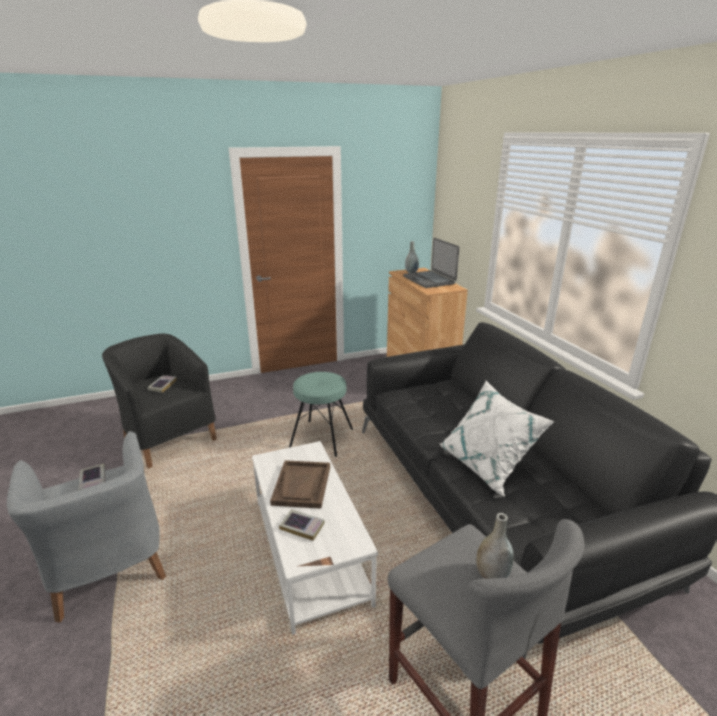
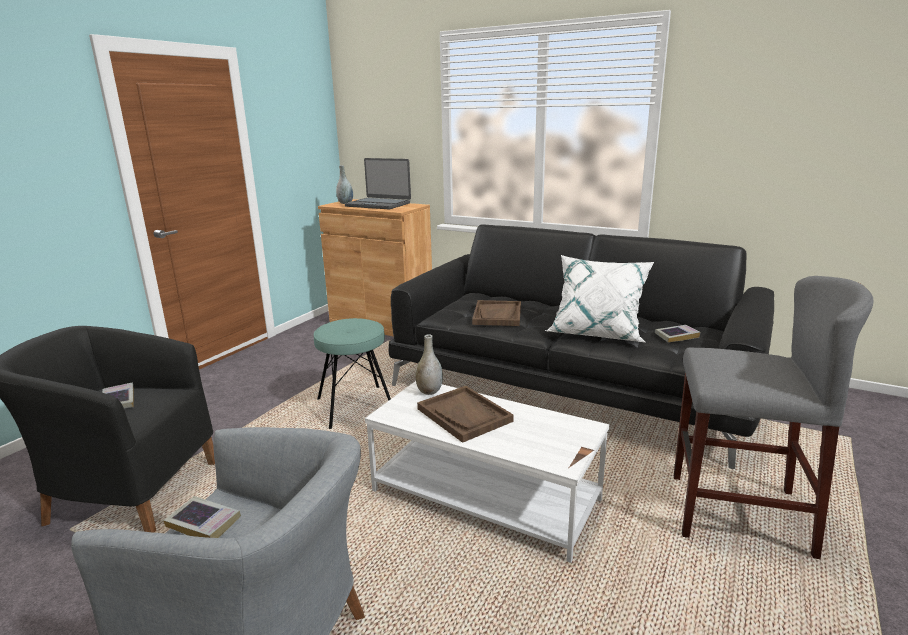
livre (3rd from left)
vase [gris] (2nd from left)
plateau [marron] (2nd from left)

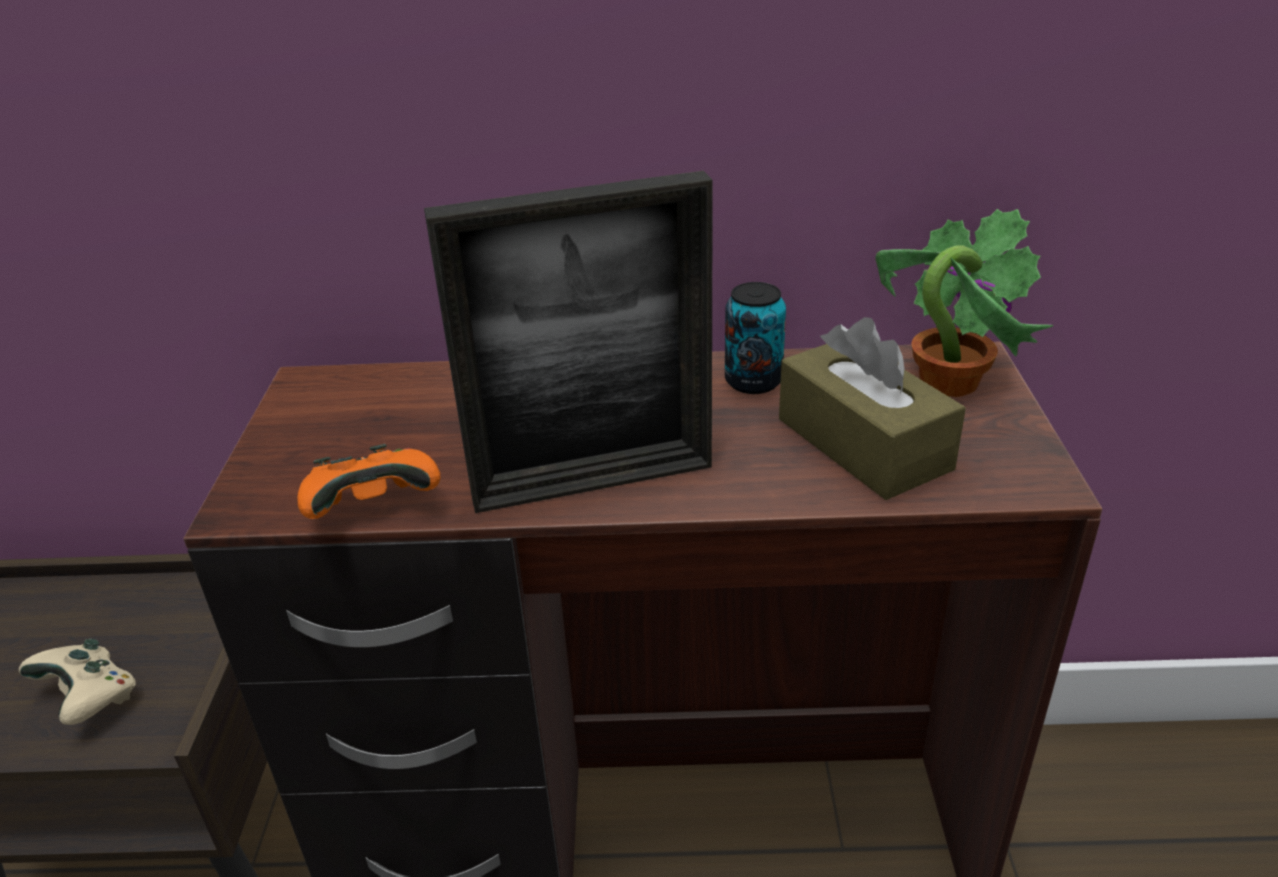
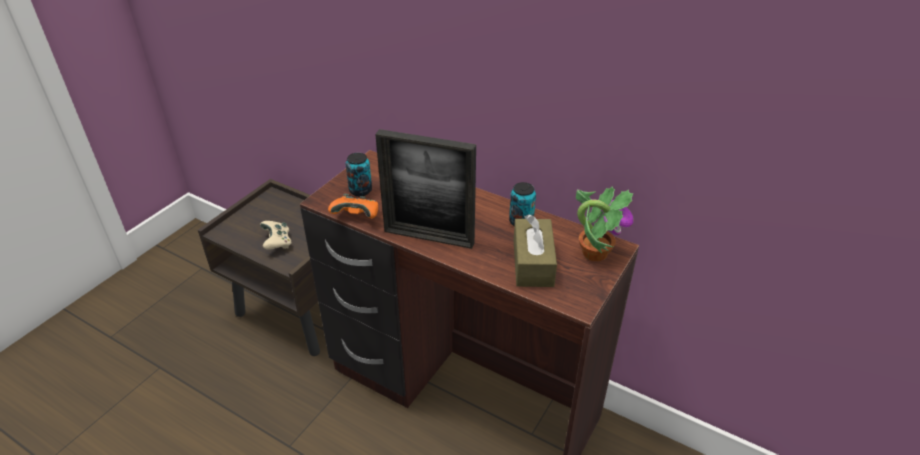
boîte métallique (1st from left)

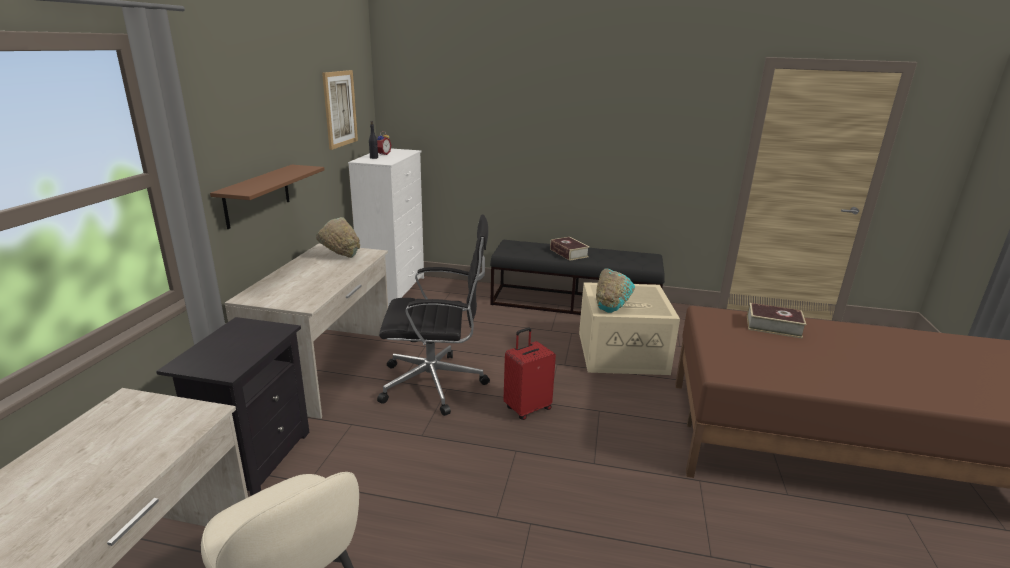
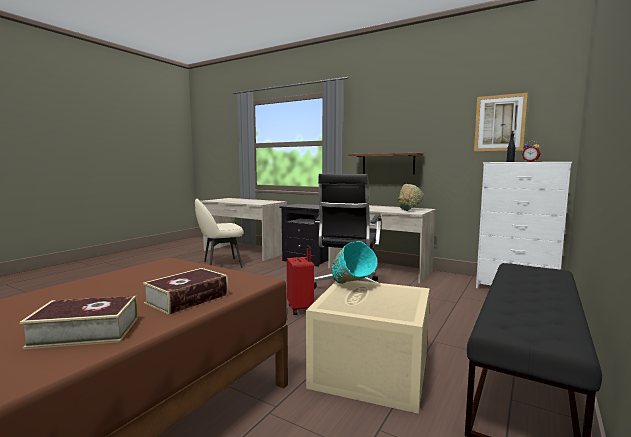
livre (1st from left)

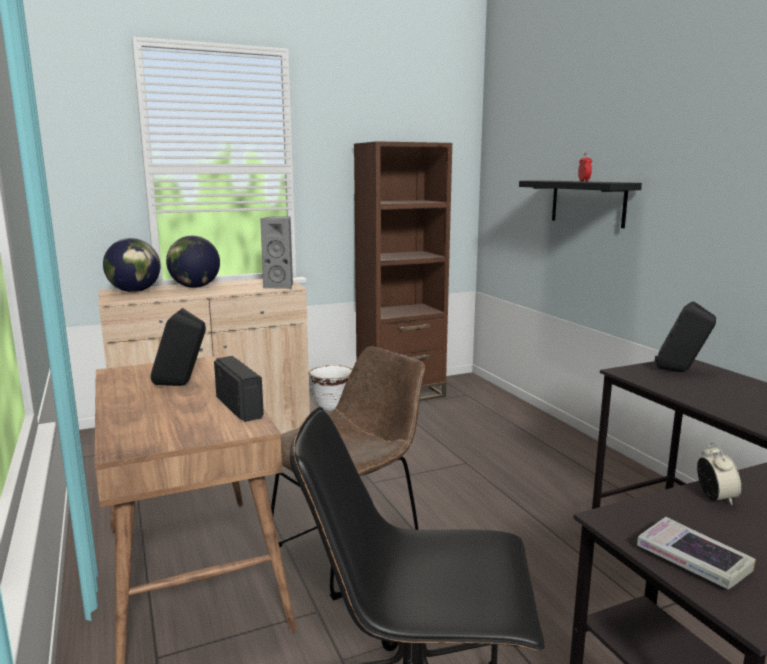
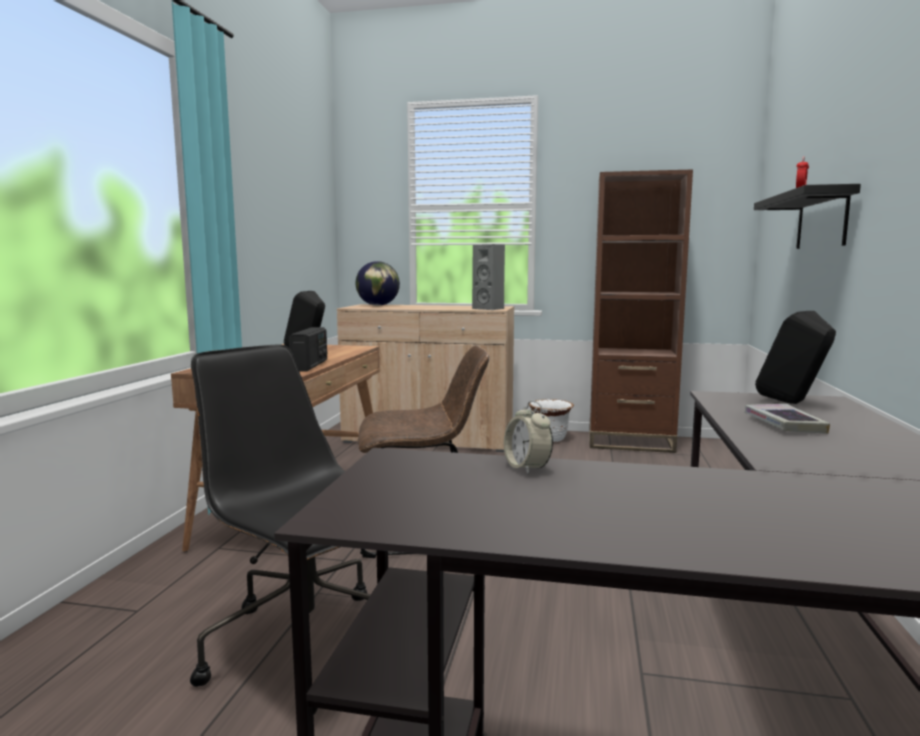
globe (2nd from left in the first image)
réveil (1st from left)
livre

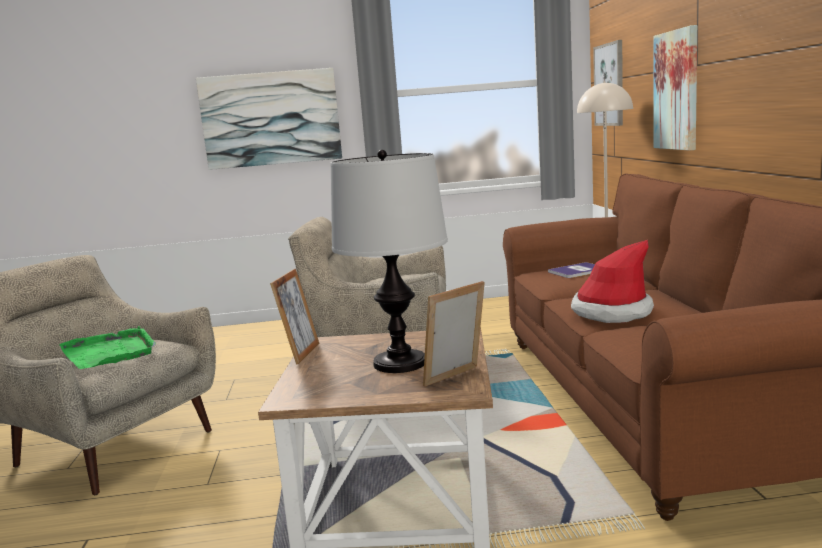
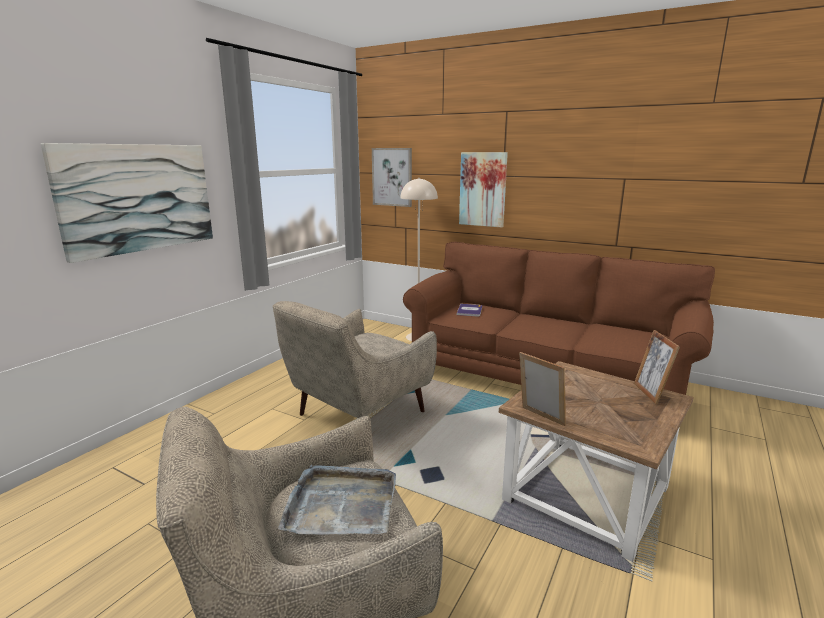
lampe de table
chapeau
plateau [gris]

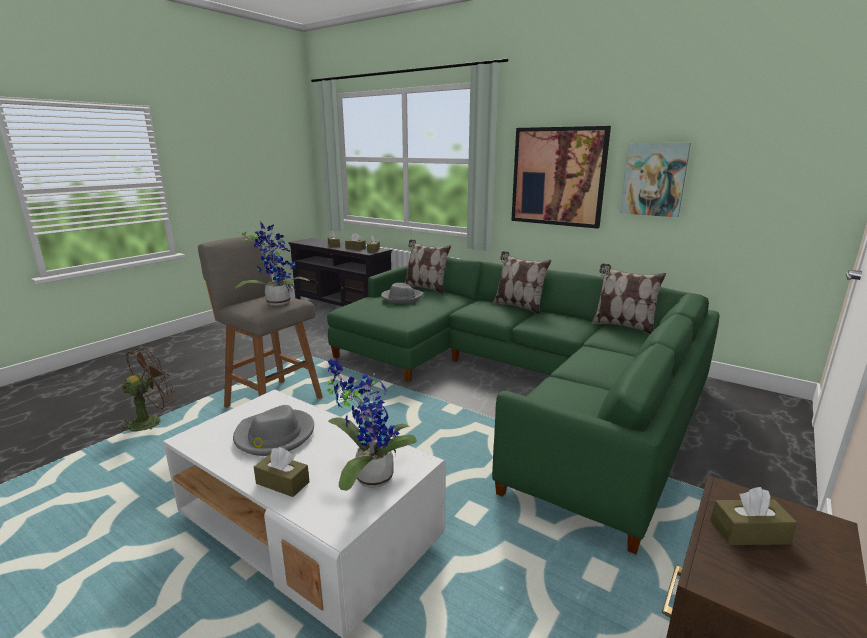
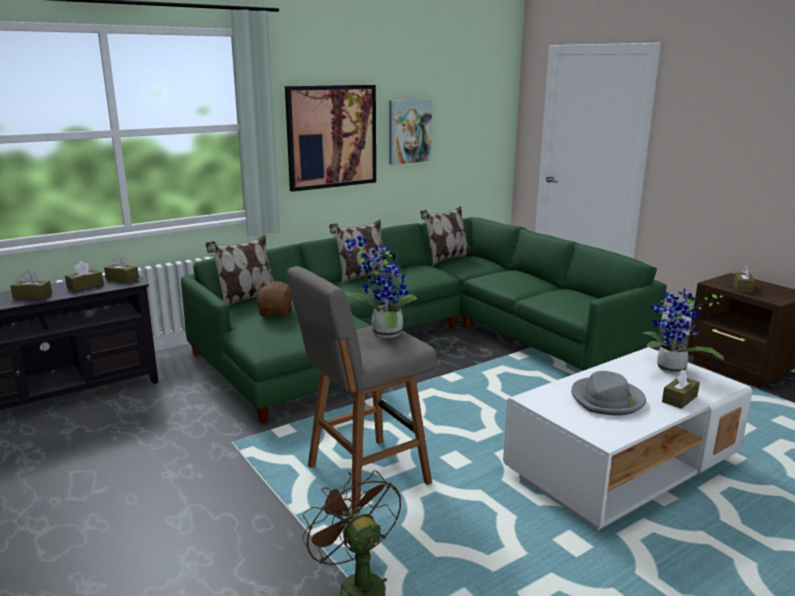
peluche [marron]

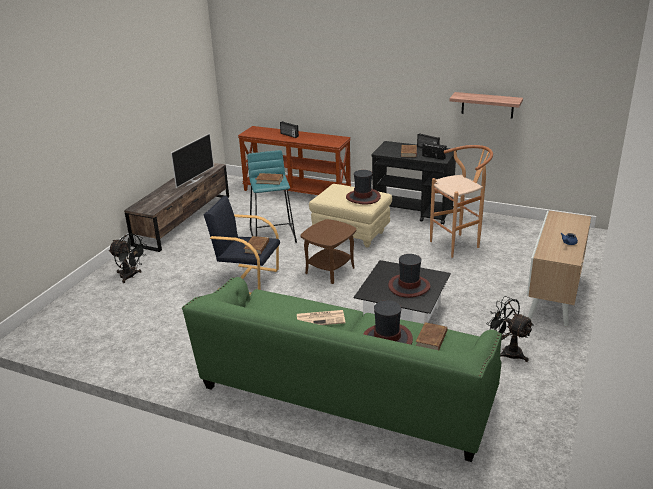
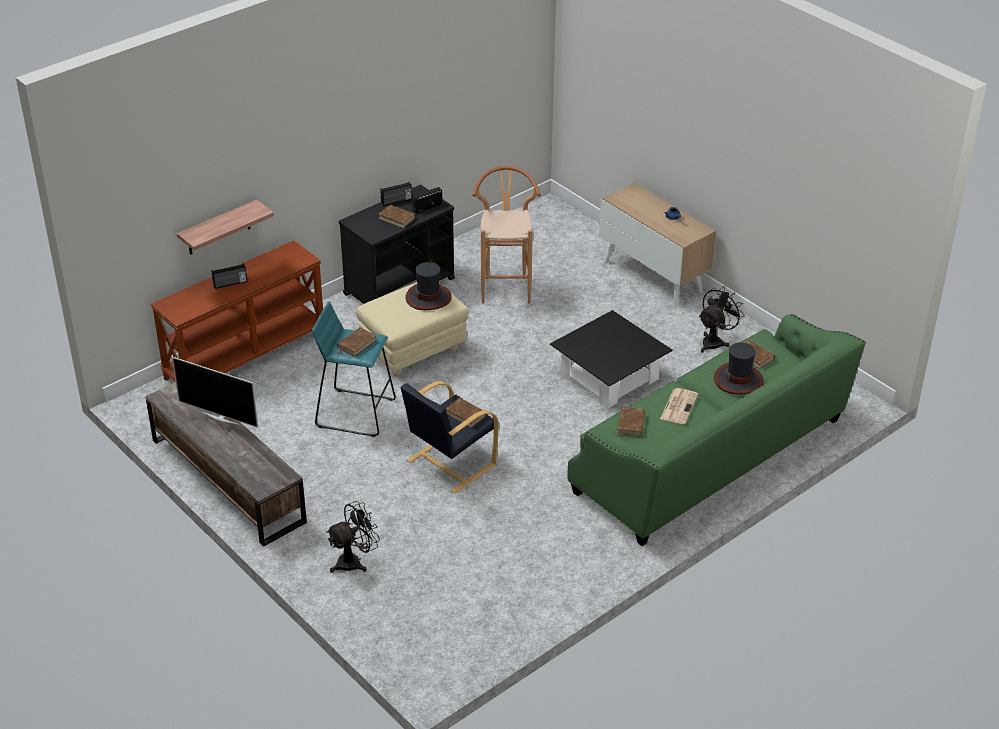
étagère
téléviseur
table d'appoint [marron]
chapeau (3rd from left in the first image)
ventilateur [noir] (2nd from left)
livre [marron] (4th from left)

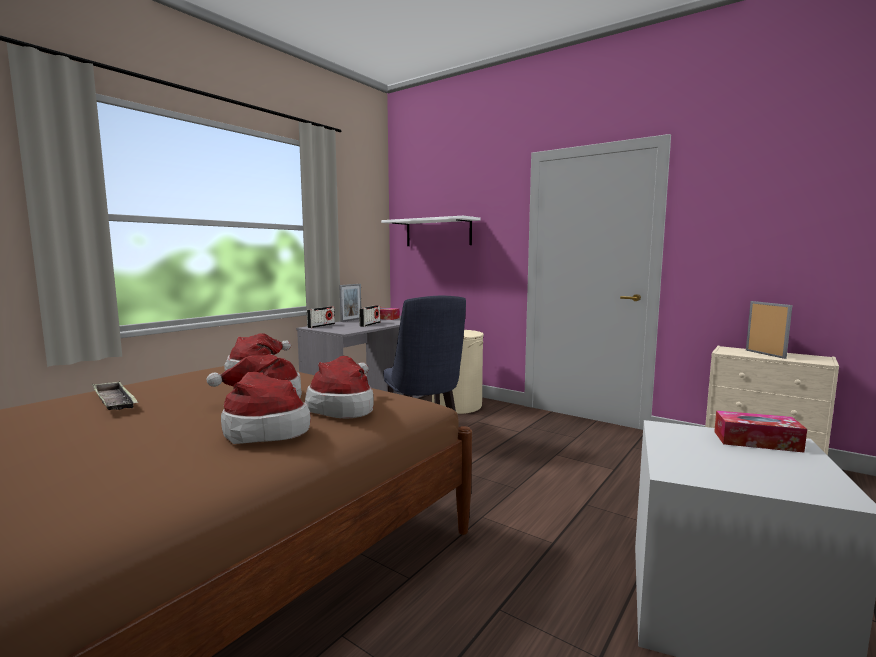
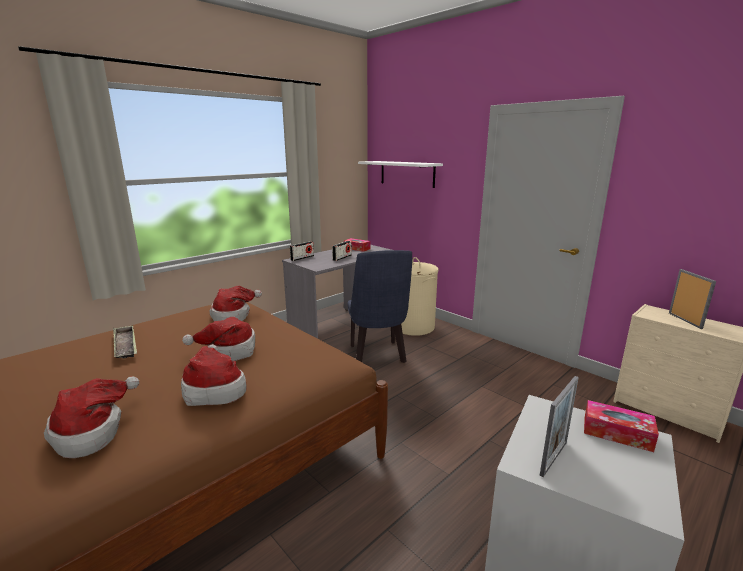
cadre photo (1st from left)
chapeau (1st from left)

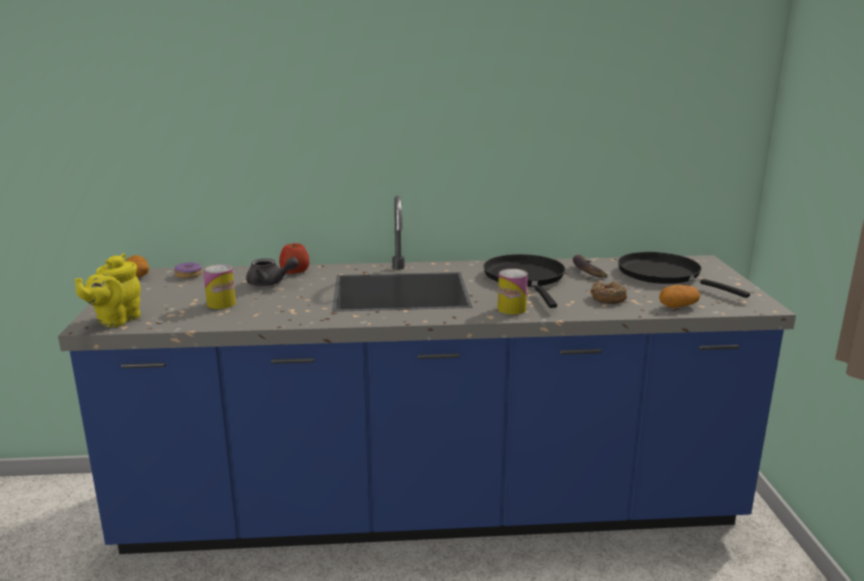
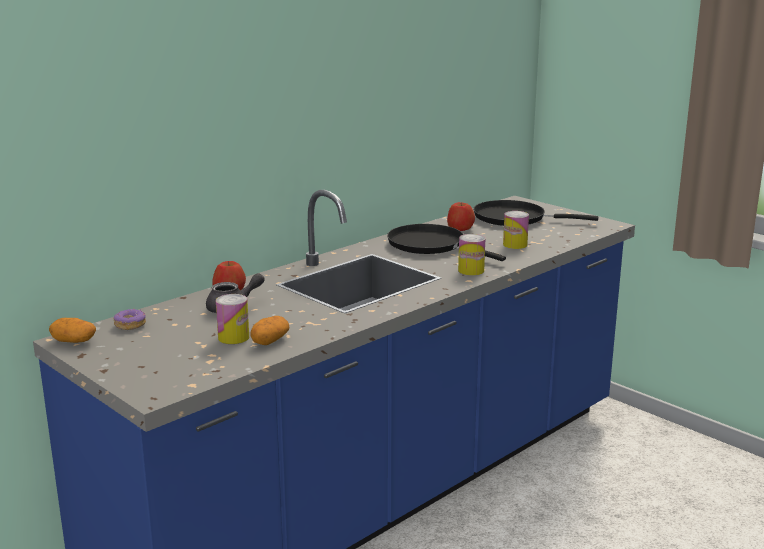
théière [jaune]
pomme (2nd from left)
boîte métallique (3rd from left)
pomme de terre (2nd from left)

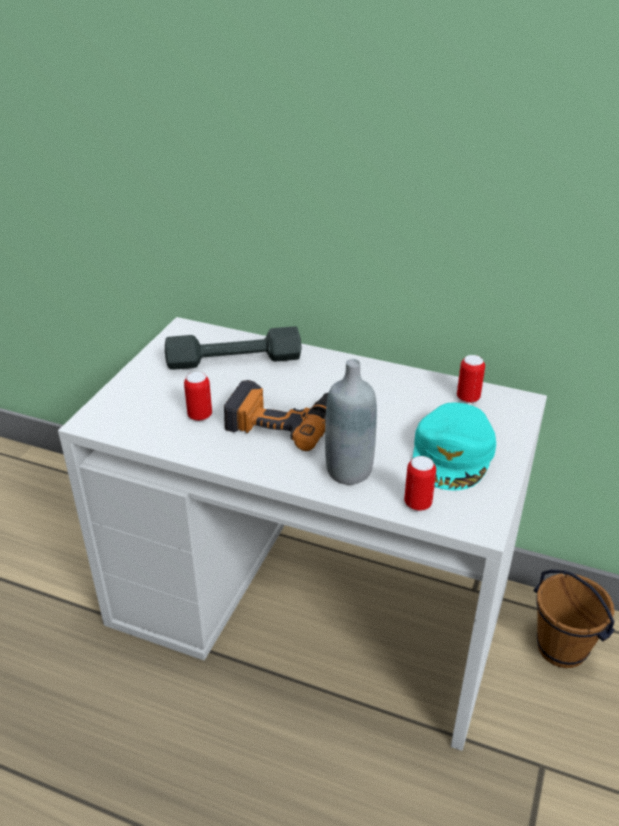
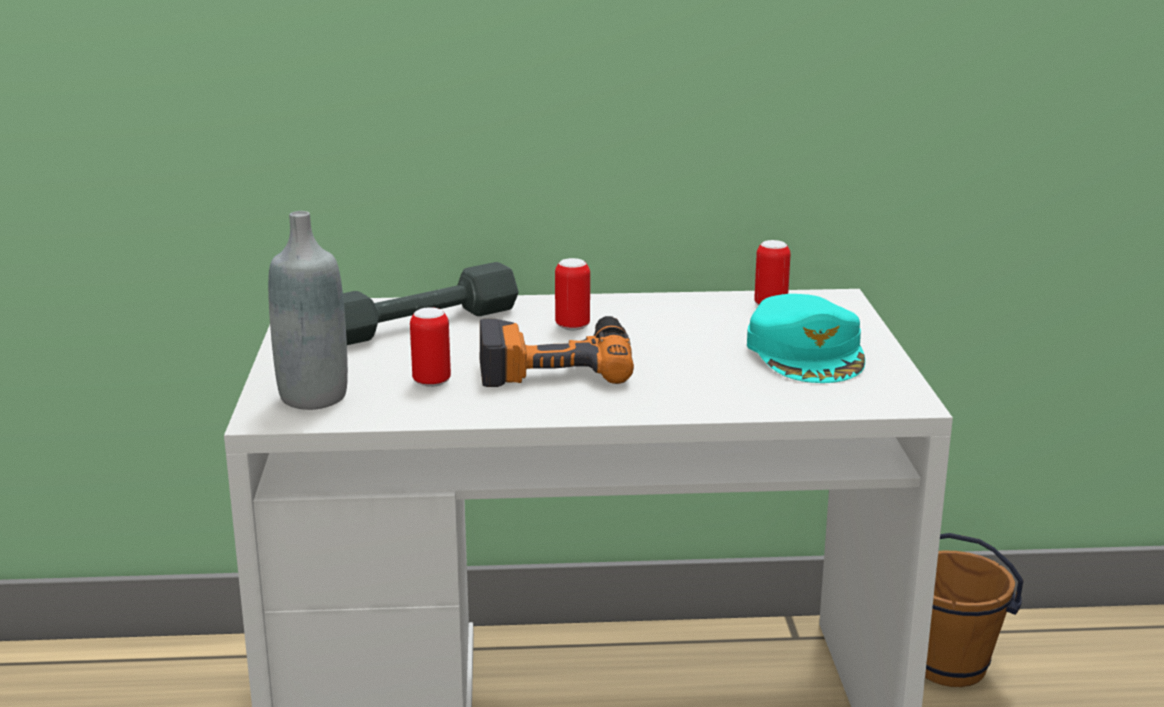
bouteille [gris]
boîte métallique (2nd from left)

